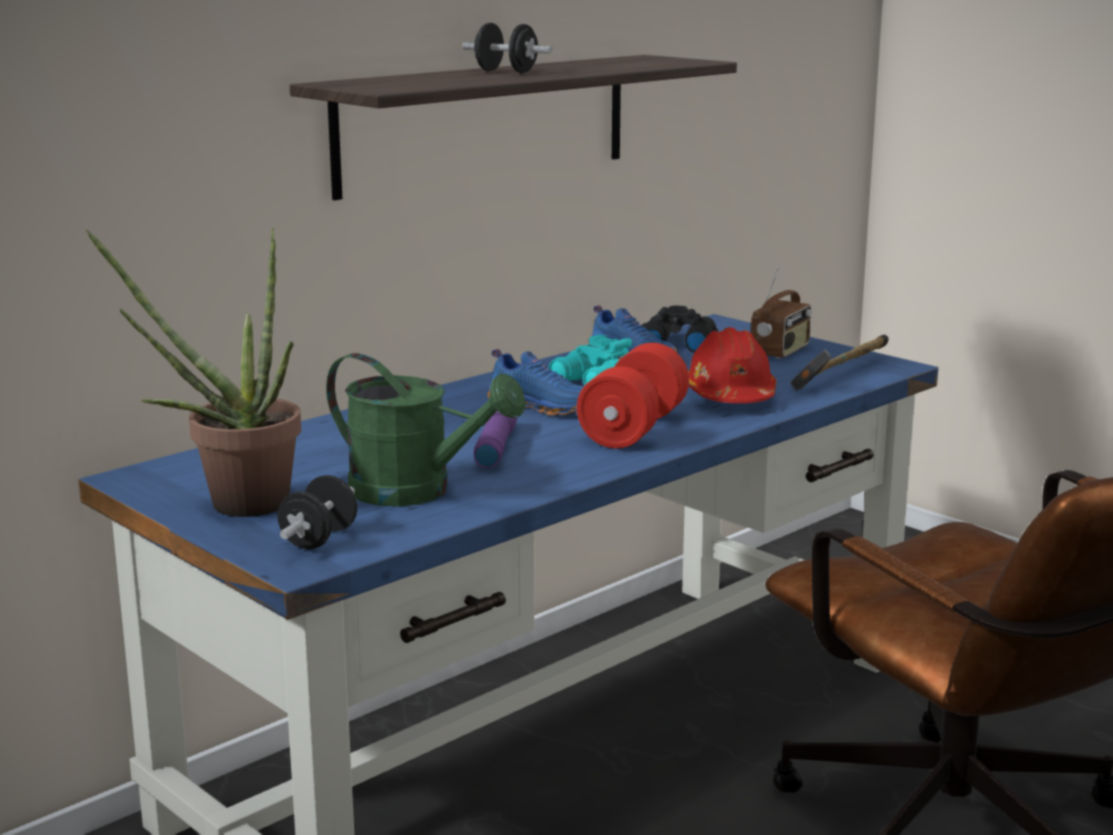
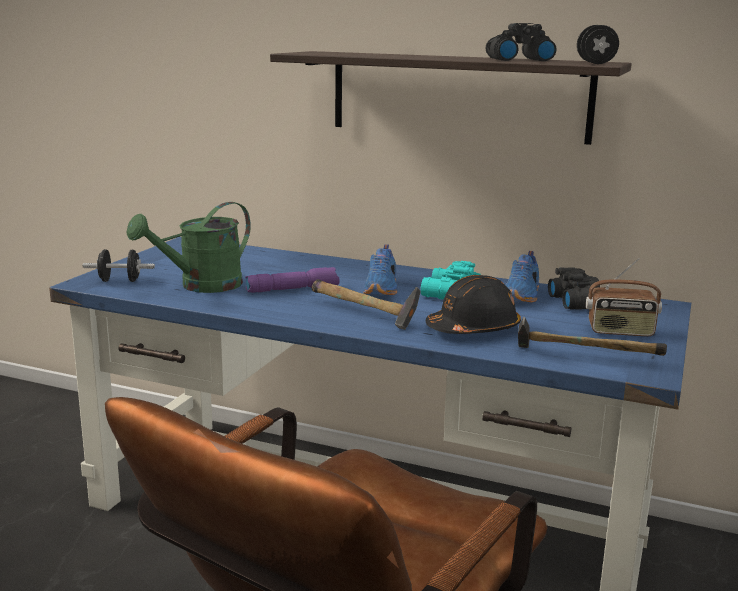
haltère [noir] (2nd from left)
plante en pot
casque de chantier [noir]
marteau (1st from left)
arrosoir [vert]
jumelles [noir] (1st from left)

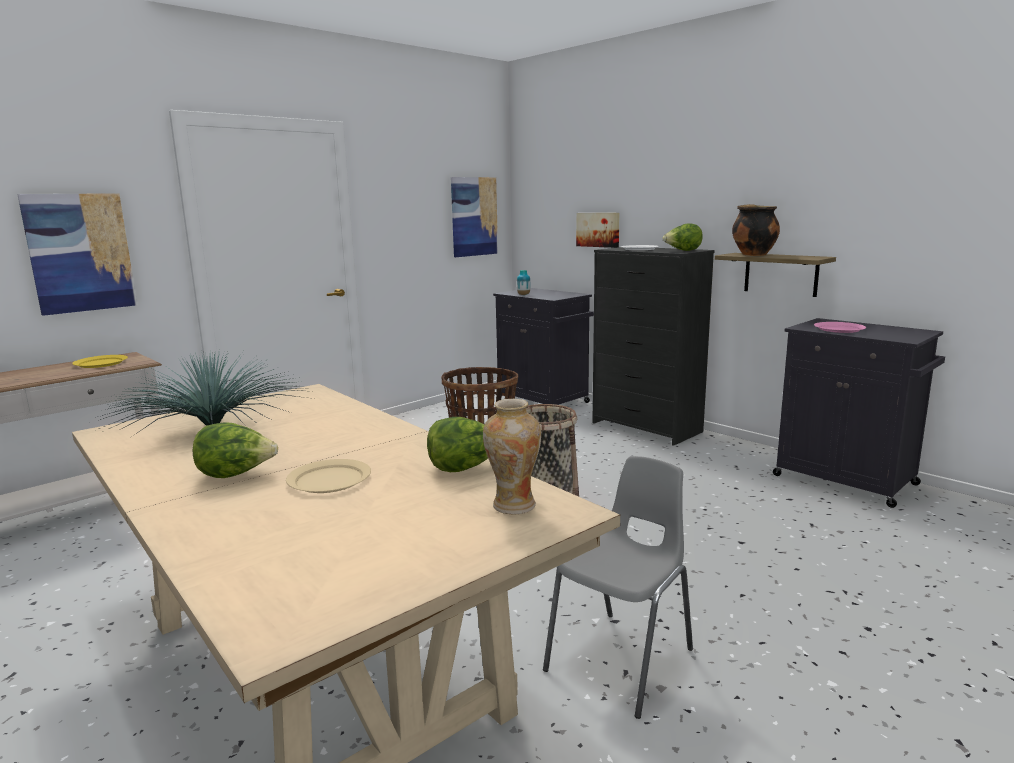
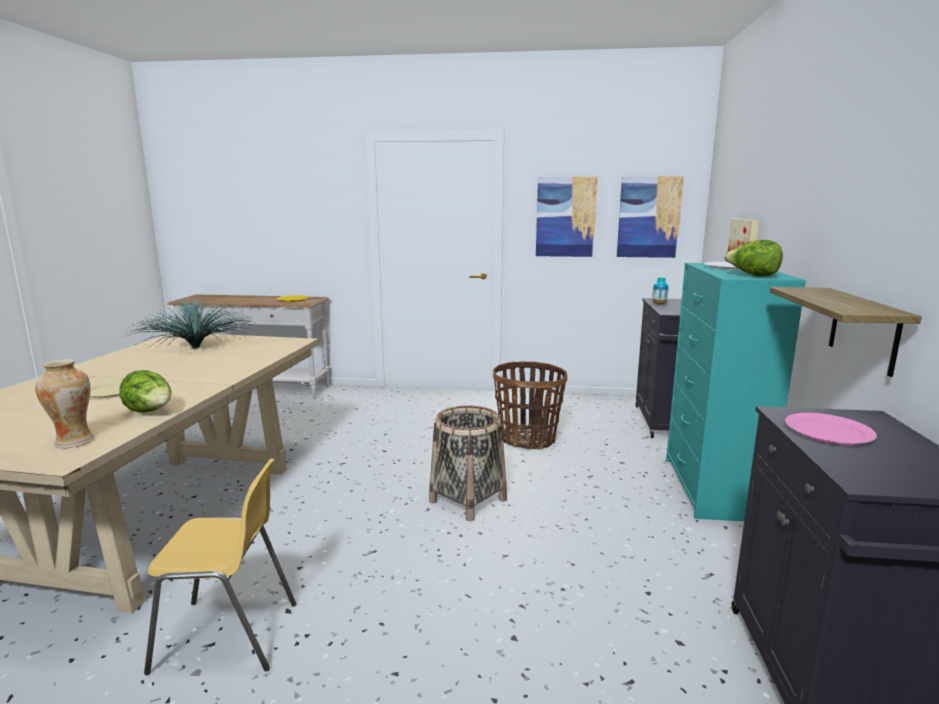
tableau (1st from left)
marmite
commode [turquoise]
laitue (1st from left in the first image)
chaise [jaune]

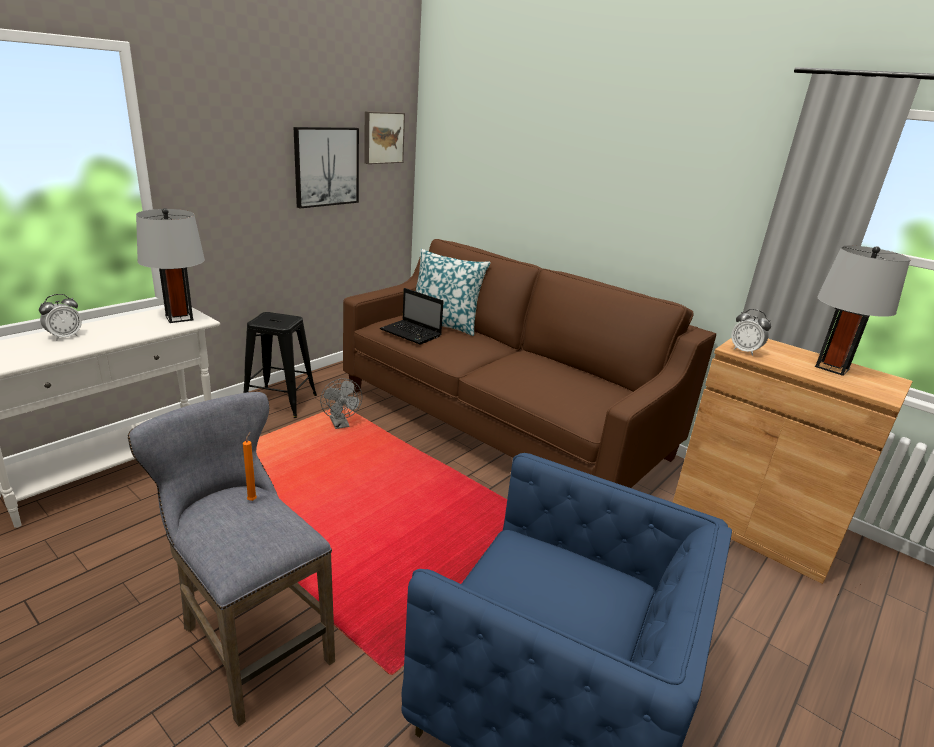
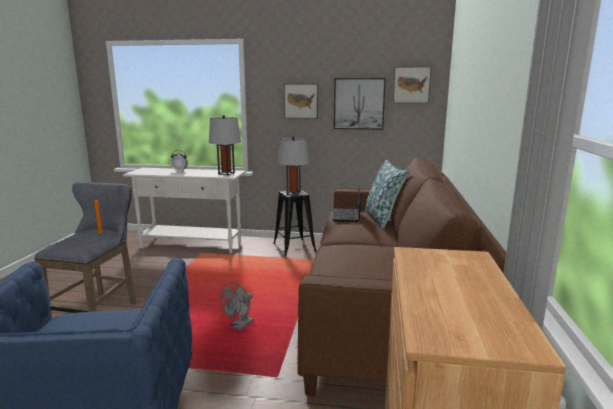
lampe de table [gris] (2nd from left)
réveil (2nd from left in the first image)
ventilateur [gris]
tableau (1st from left)

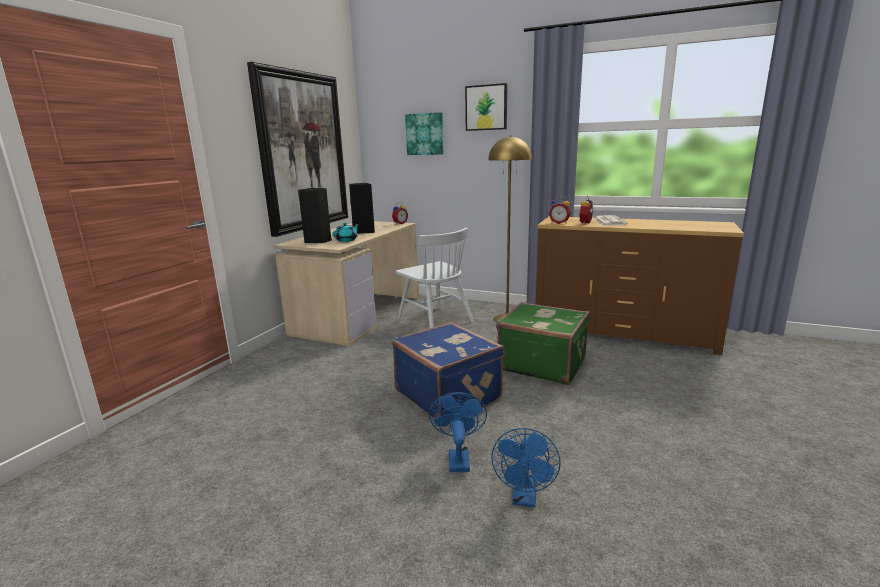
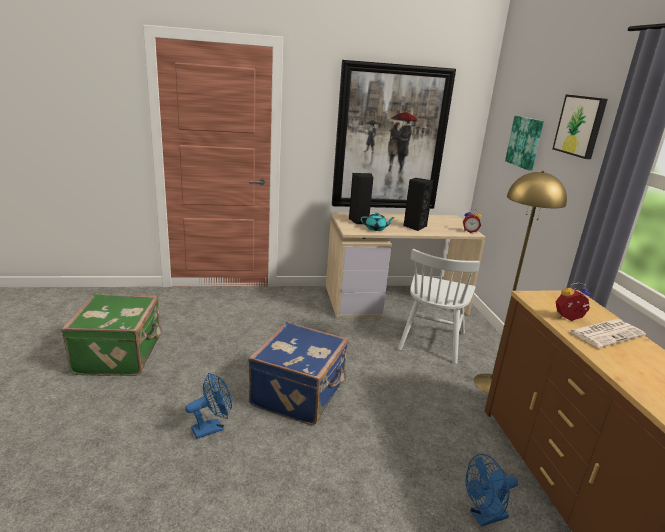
réveil (2nd from left in the first image)
valise [vert]
ventilateur [bleu] (2nd from left)

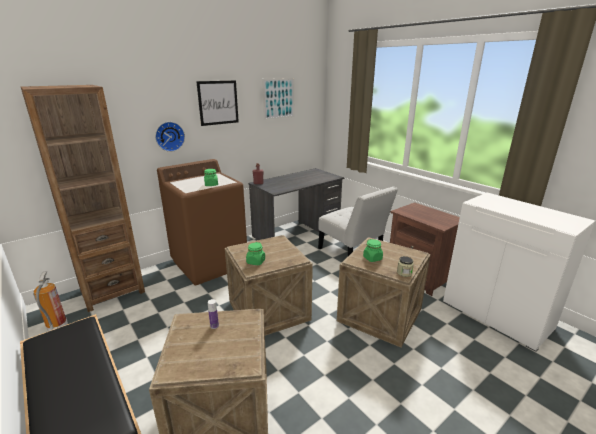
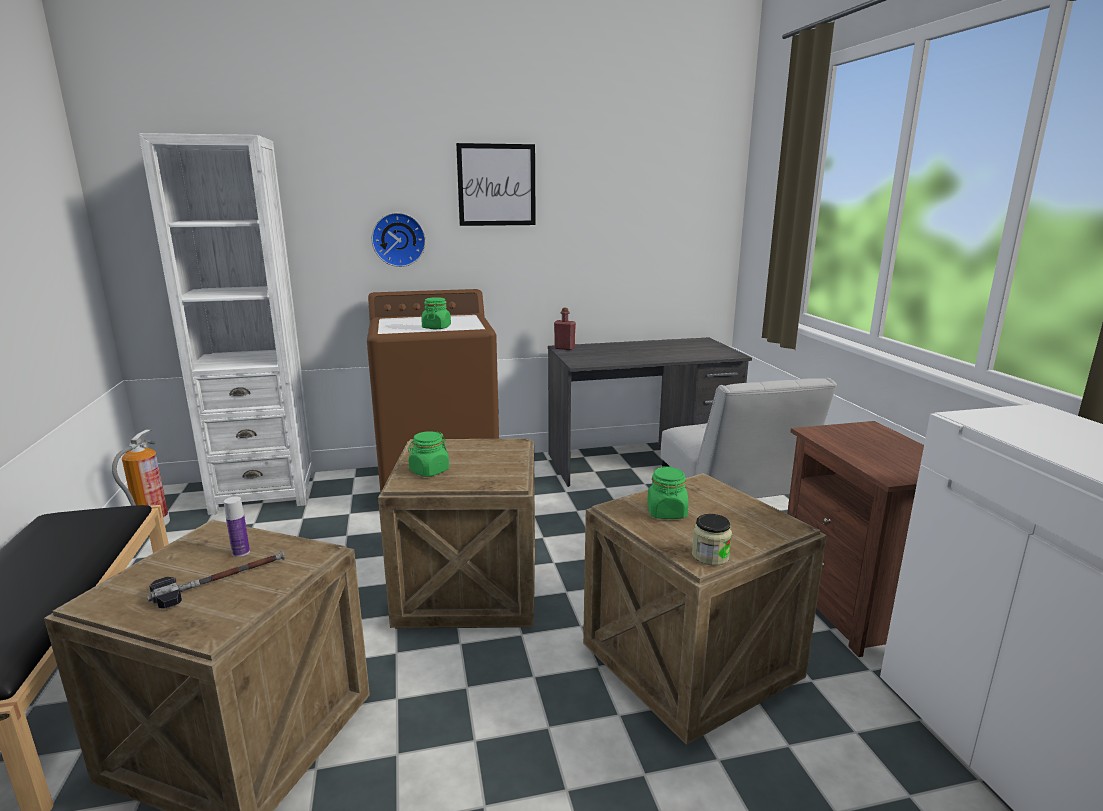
tableau (2nd from left in the first image)
bibliothèque [blanc]
marteau

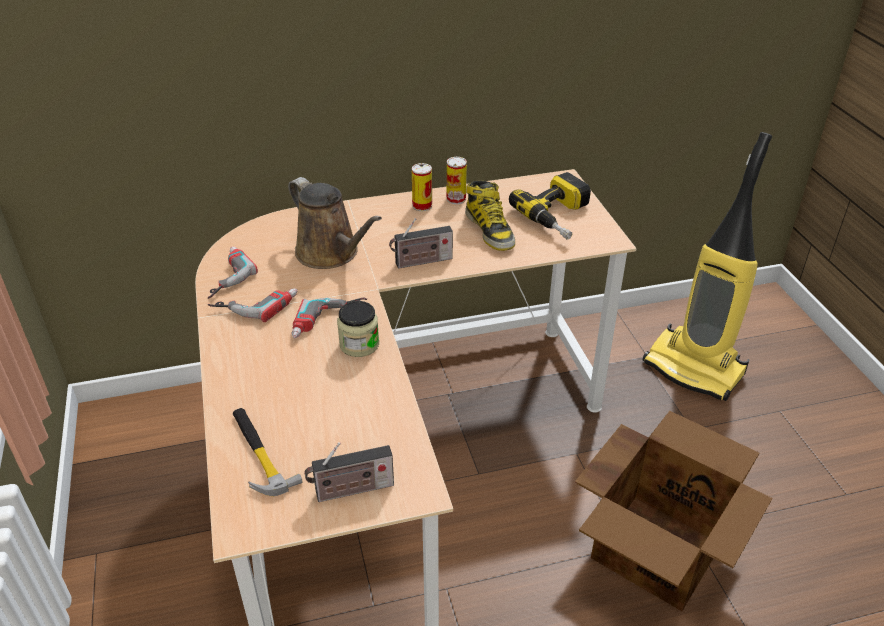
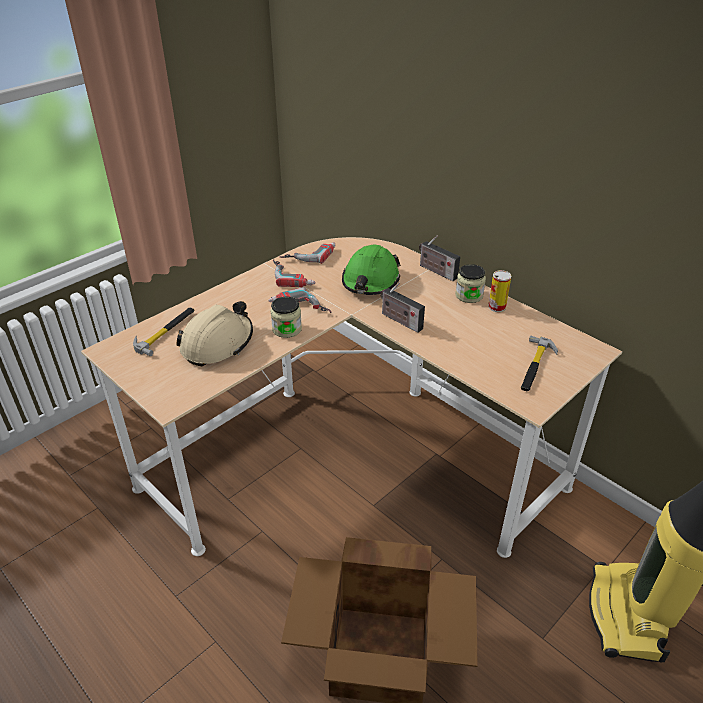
bocal (2nd from left)
marteau (2nd from left)
casque de chantier [vert]
botte
radio (2nd from left)
casque de chantier [beige]

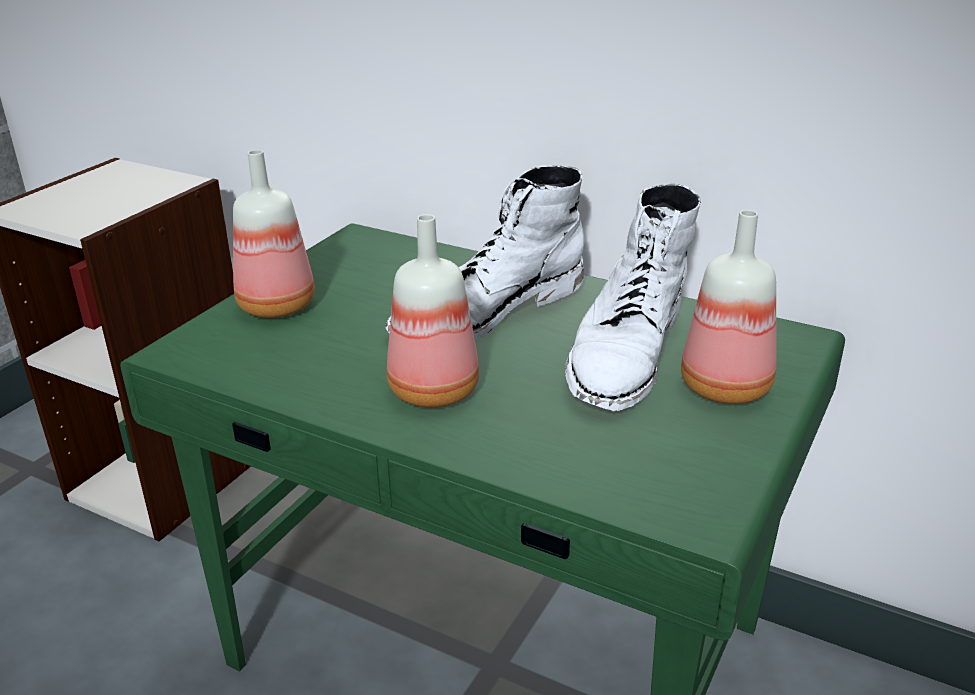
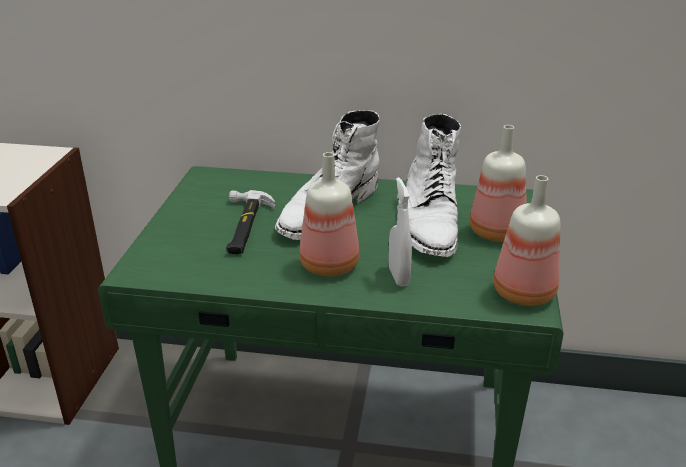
bouteille (3rd from left)
vaporisateur [blanc]
marteau

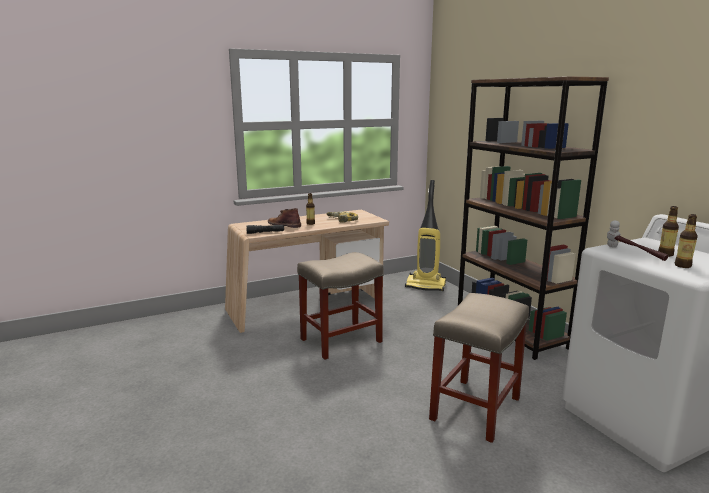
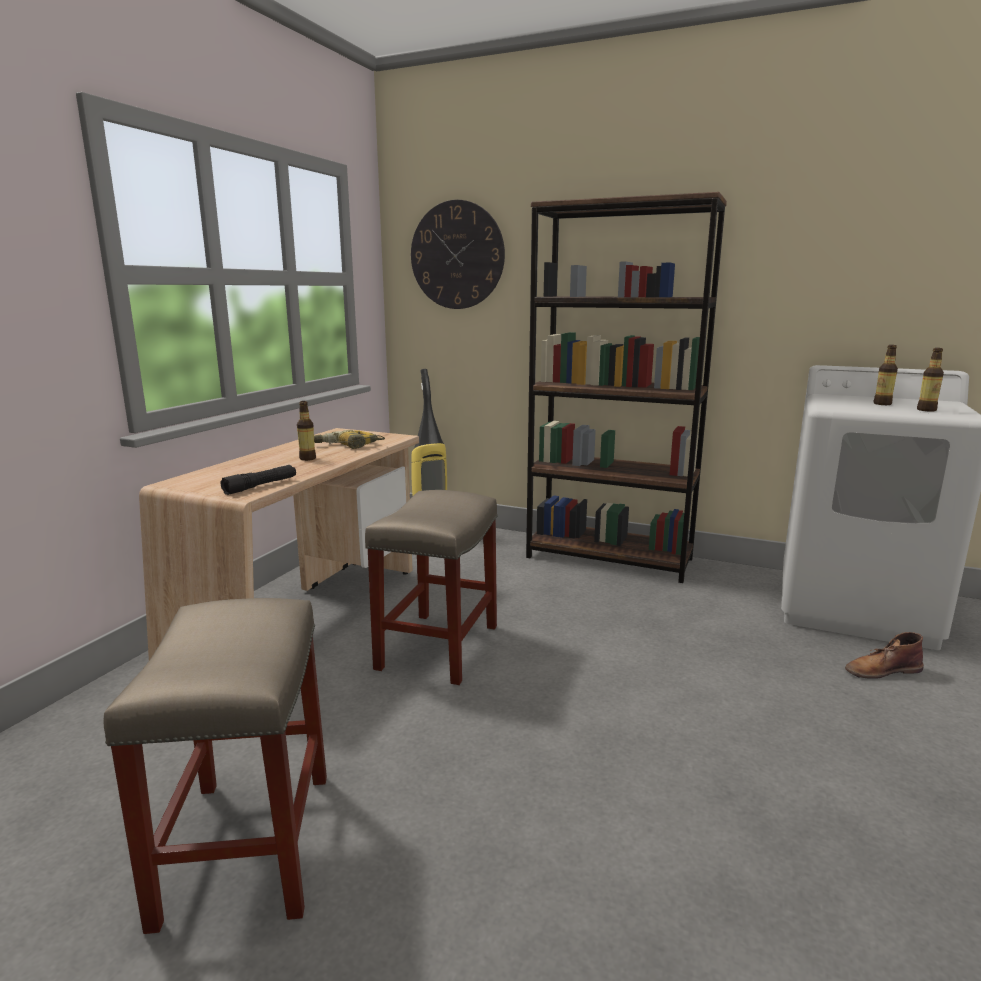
botte [marron]
marteau
tabouret [beige] (1st from left)
horloge murale

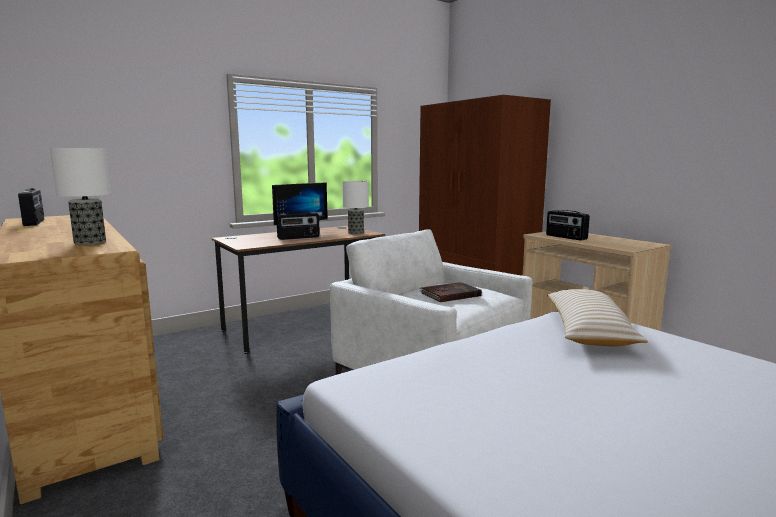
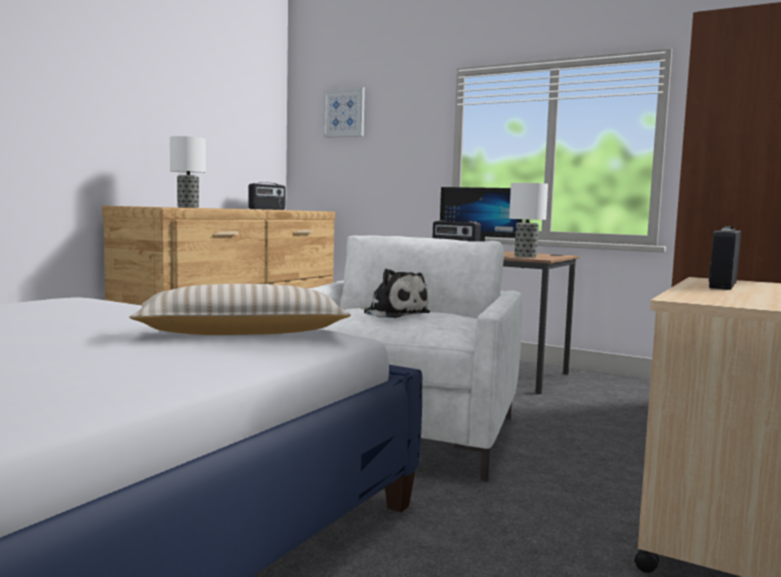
peluche
tableau

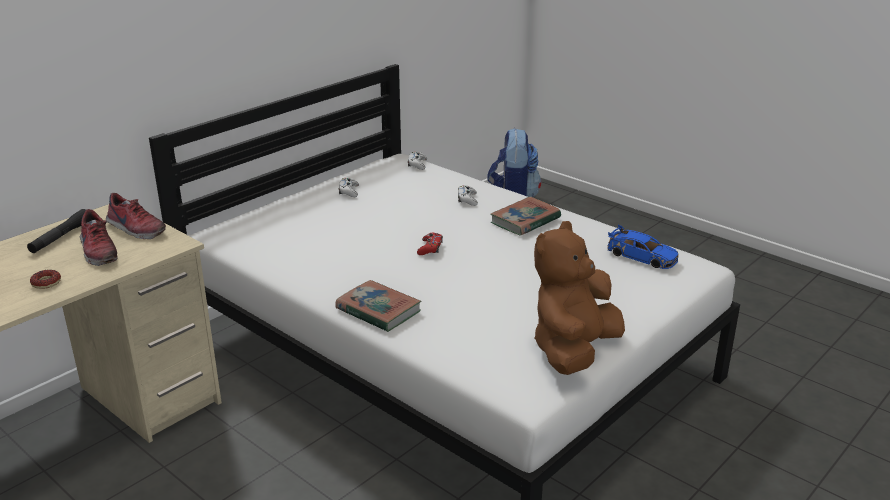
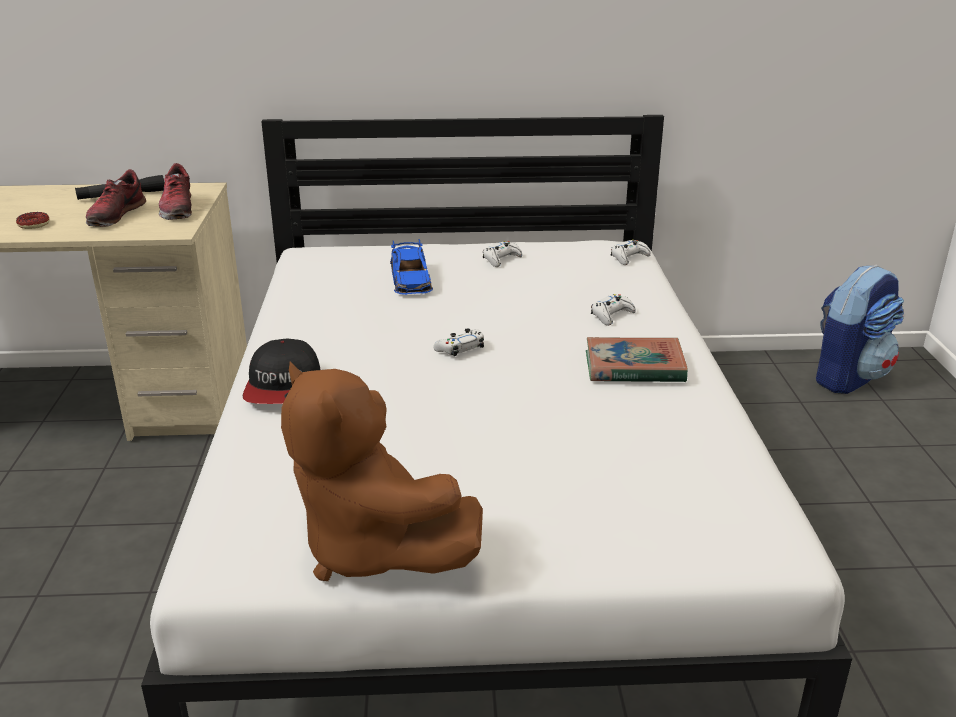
peluche [marron]
petite voiture [bleu]
manette [blanc] (1st from left)
casquette

